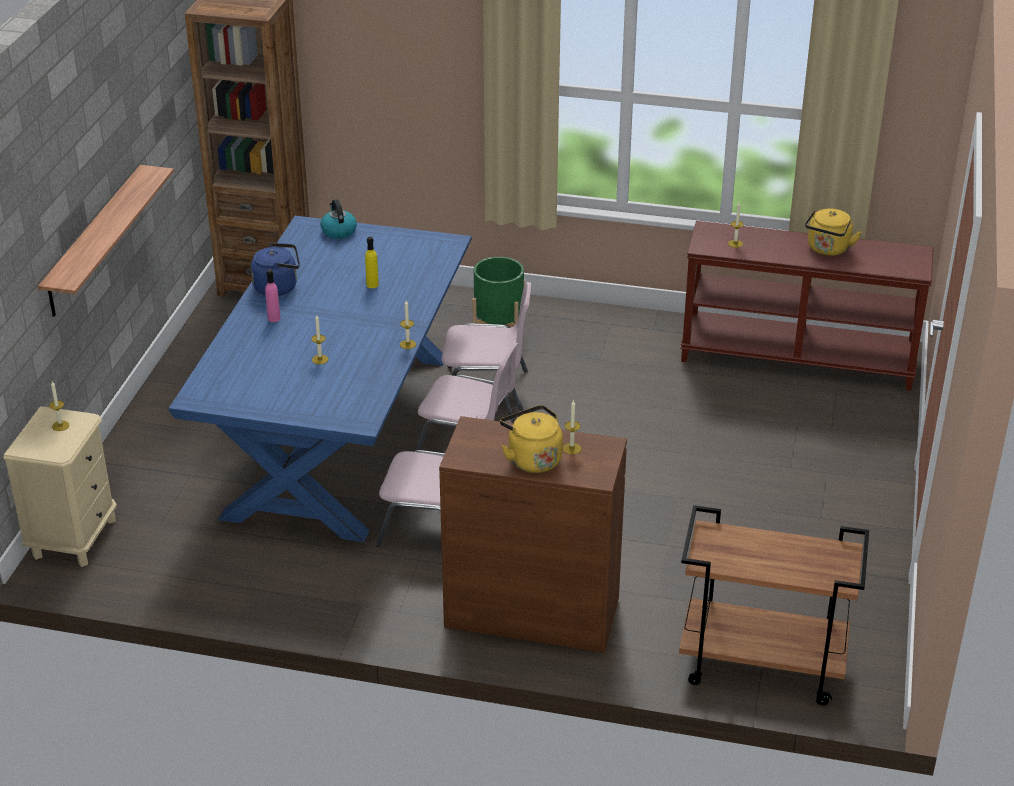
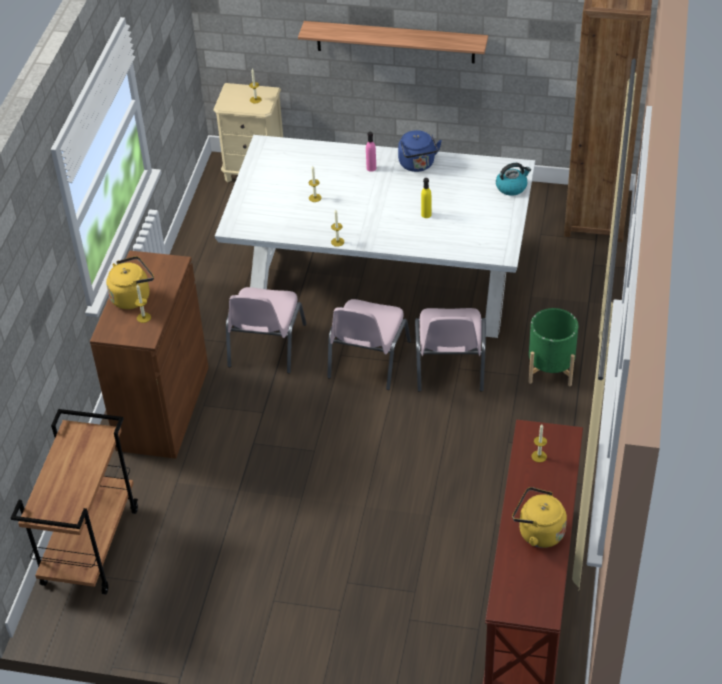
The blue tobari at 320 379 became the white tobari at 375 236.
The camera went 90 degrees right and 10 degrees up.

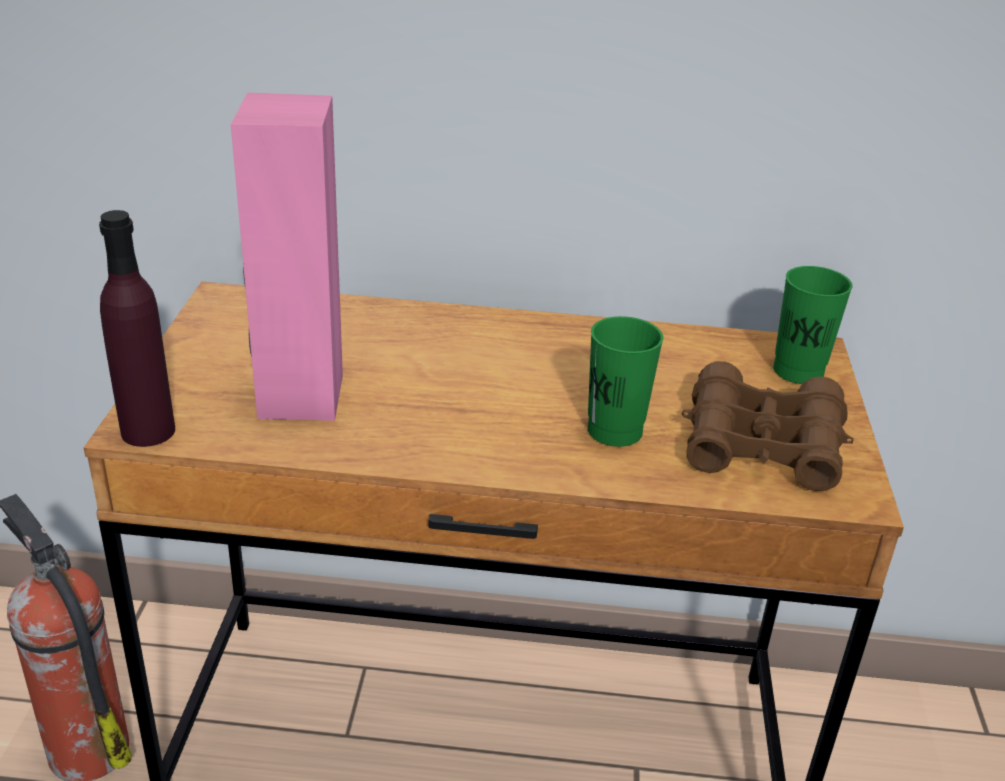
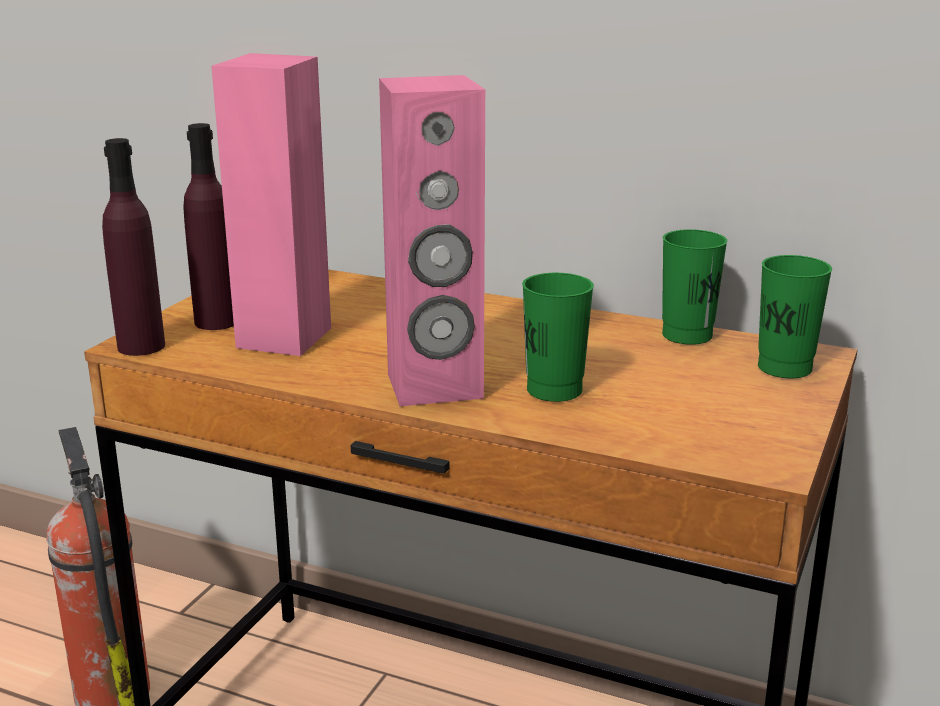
The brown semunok at 767 426 disappeared.
The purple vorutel at 208 226 appeared.
The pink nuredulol at 432 240 appeared.
The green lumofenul at 694 287 appeared.
The camera went 20 degrees right and 10 degrees down.

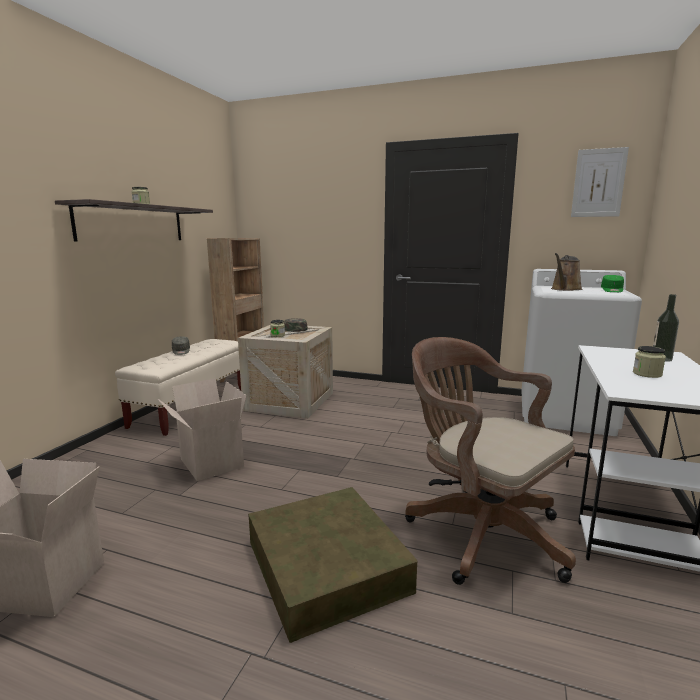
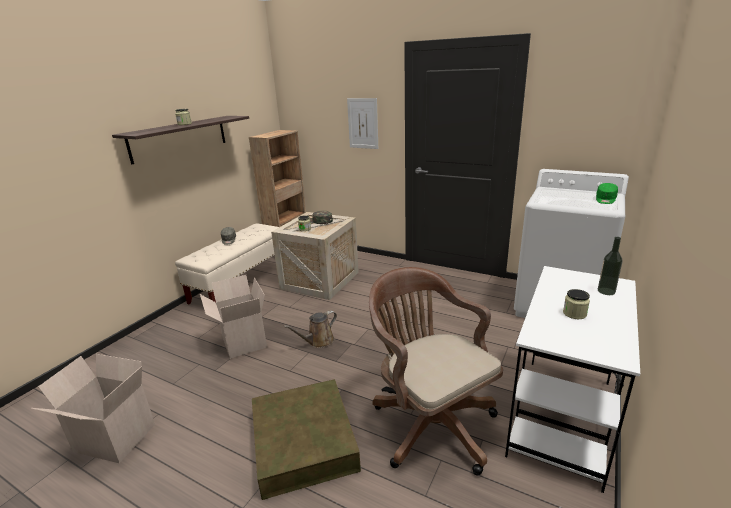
The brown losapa moved from 566 272 to 310 329.
The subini moved from 600 182 to 362 123.
The camera went 10 degrees right and 10 degrees up.

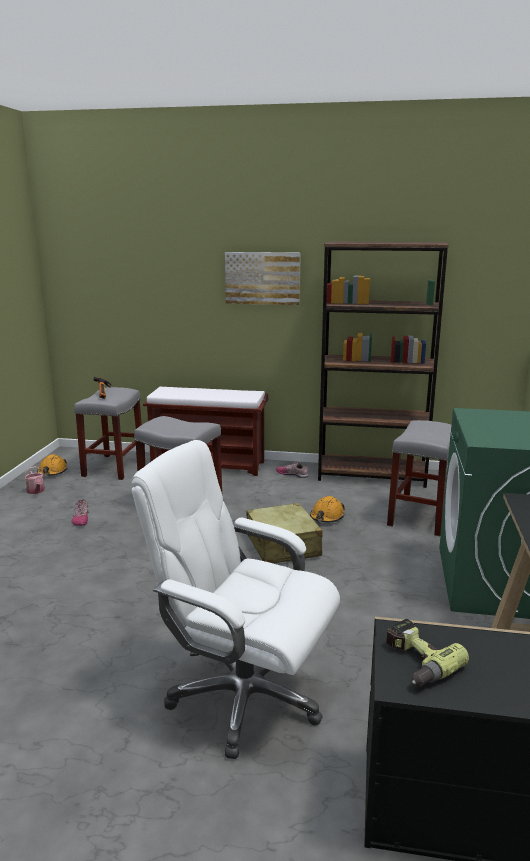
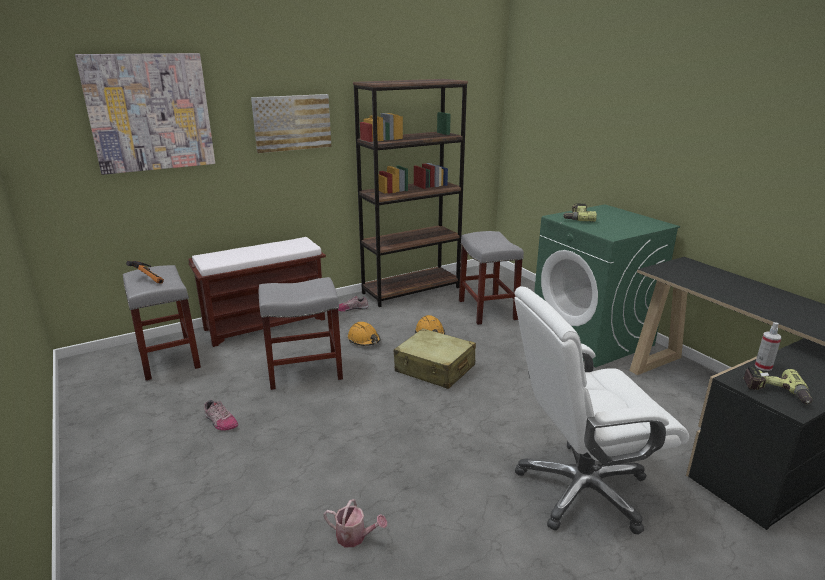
The subini at 145 114 appeared.
The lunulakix at 580 212 appeared.
The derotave at 768 346 appeared.
The losapa moved from 34 480 to 355 523.
The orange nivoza moved from 52 465 to 364 334.
The camera went 40 degrees left and 5 degrees up.

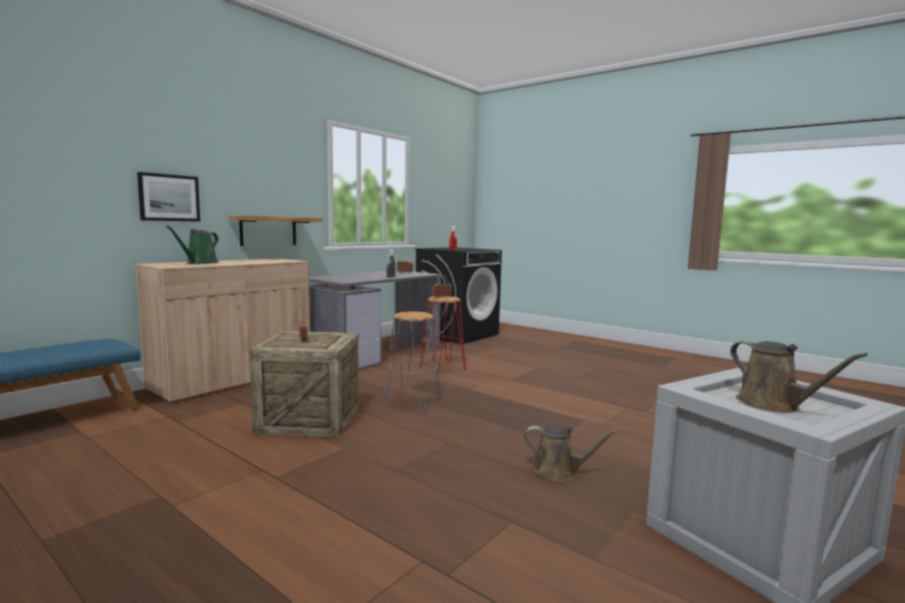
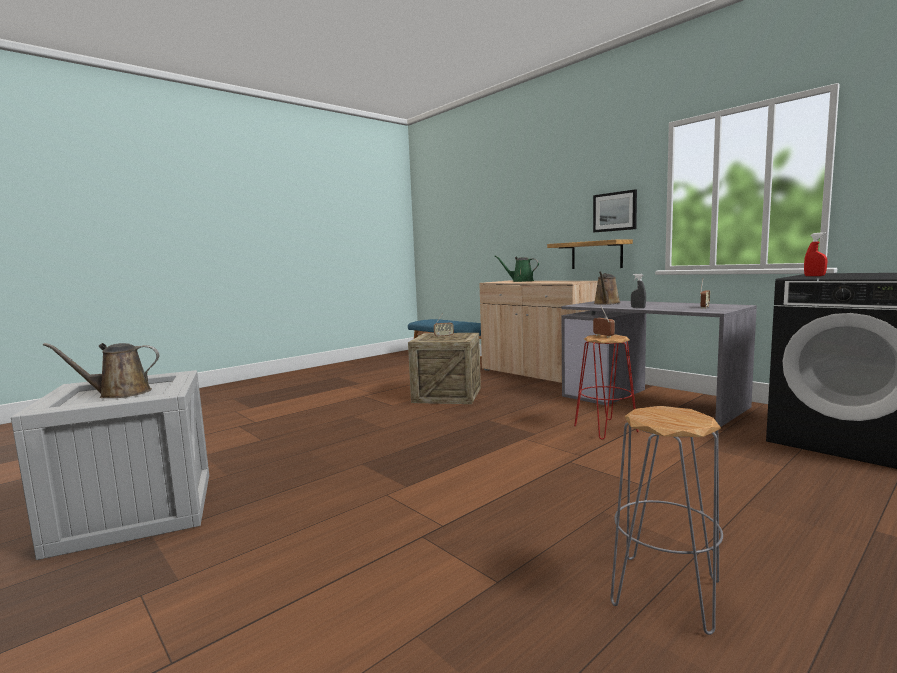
The subini moved from 168 197 to 615 210.
The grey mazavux moved from 412 361 to 666 520.
The brown losapa moved from 571 453 to 607 288.
The camera went 100 degrees right and 0 degrees up.

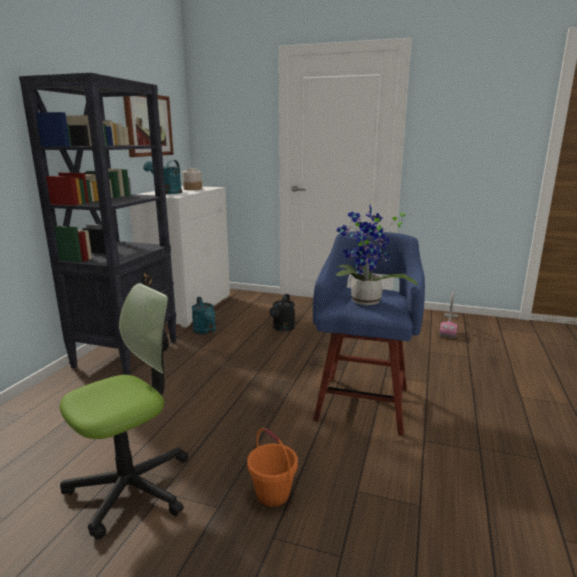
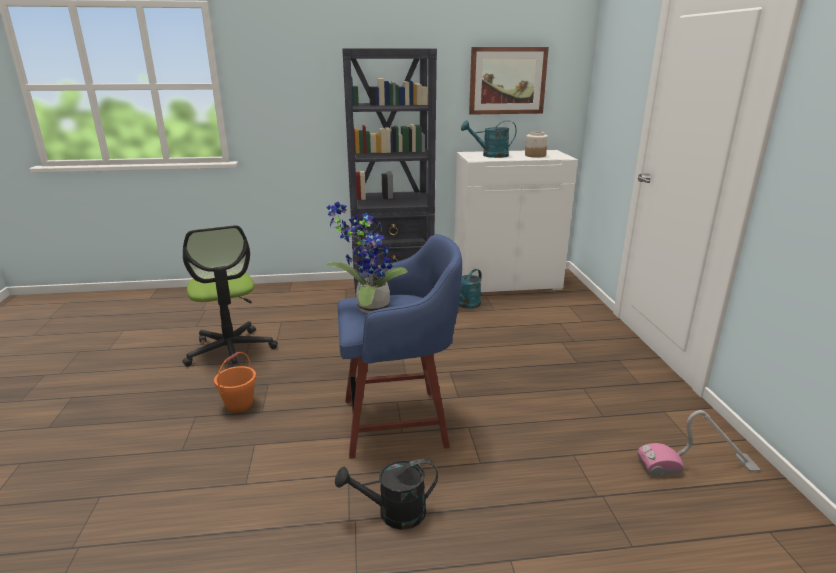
The black losapa moved from 282 312 to 386 494.
The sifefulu at 124 411 turned 45 degrees clockwise.
The camera went 65 degrees right and 5 degrees up.

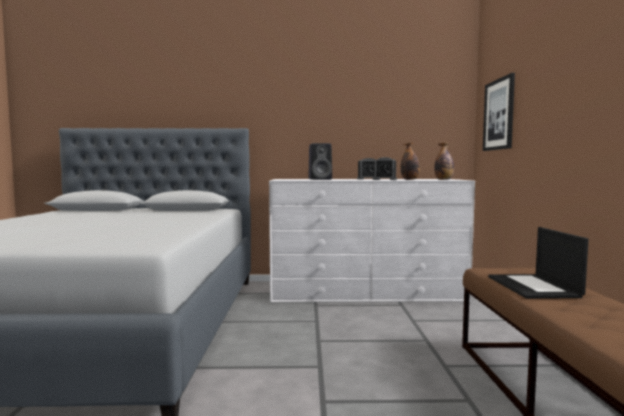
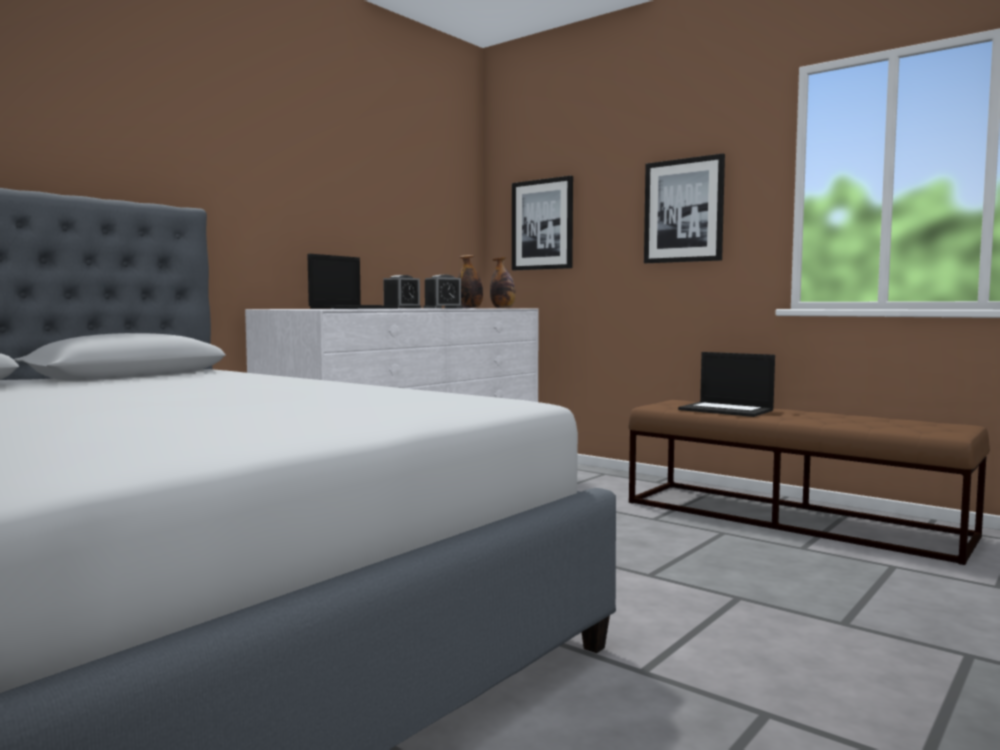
The subini at 684 208 appeared.
The black nuredulol at 320 161 was replaced by the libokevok at 352 281.
The camera went 50 degrees left and 0 degrees up.

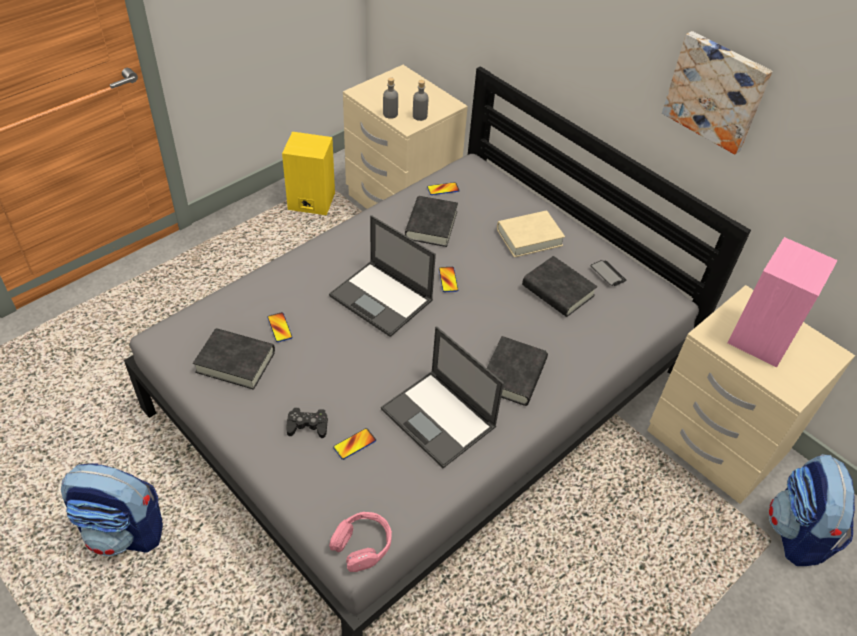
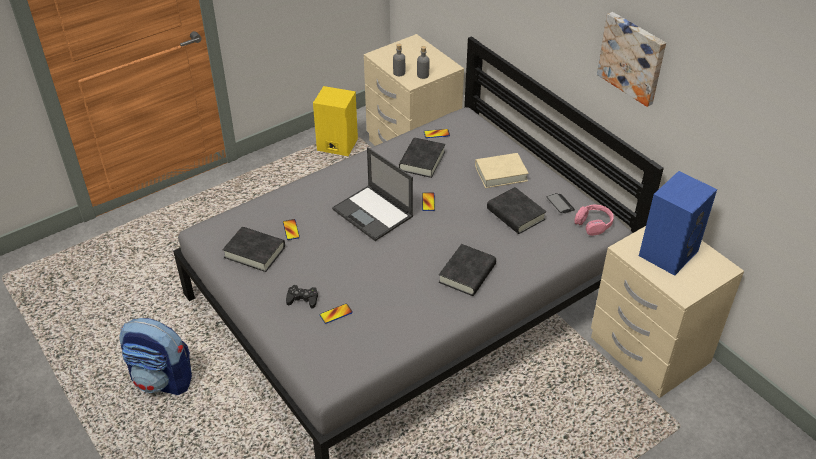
The libokevok at 442 397 disappeared.
The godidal at 812 510 disappeared.
The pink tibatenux moved from 360 542 to 594 220.
The pink nuredulol at 783 302 became the blue nuredulol at 678 223.
The camera went 10 degrees right and 5 degrees down.

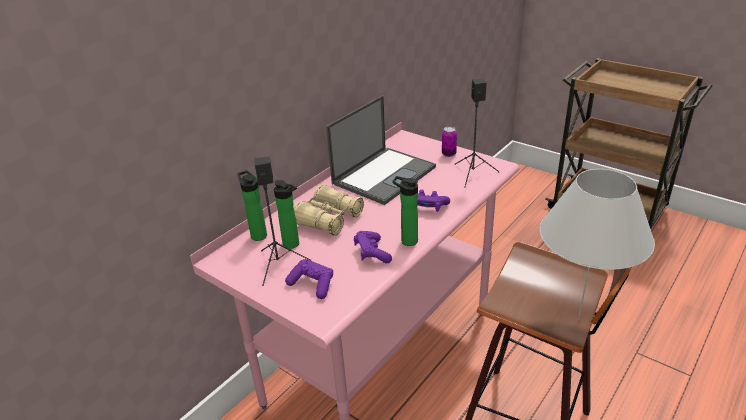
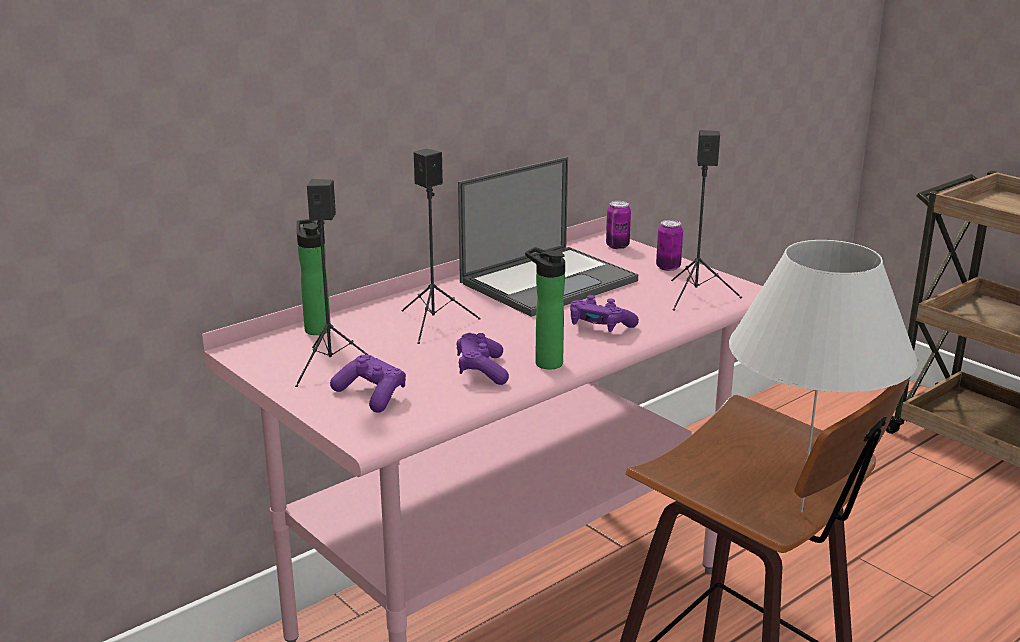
The vorutel at 286 214 disappeared.
The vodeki at 618 225 appeared.
The beige semunok at 328 210 was replaced by the black nuredulol at 441 246.
The camera went 10 degrees right and 10 degrees down.

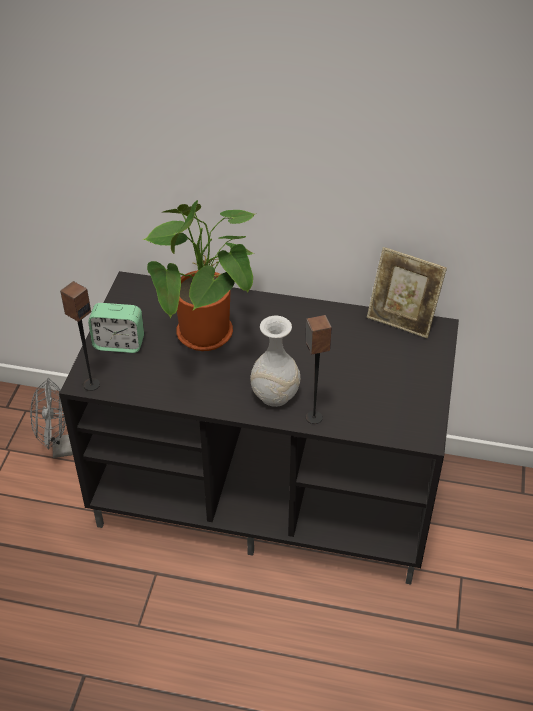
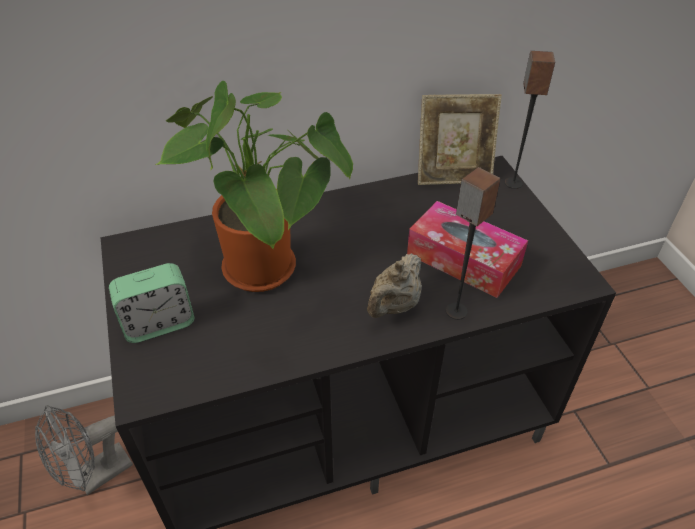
The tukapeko at 467 249 appeared.
The nuredulol moved from 80 336 to 530 120.
The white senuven at 275 361 was replaced by the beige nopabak at 394 285.
The camera went 30 degrees left and 0 degrees up.

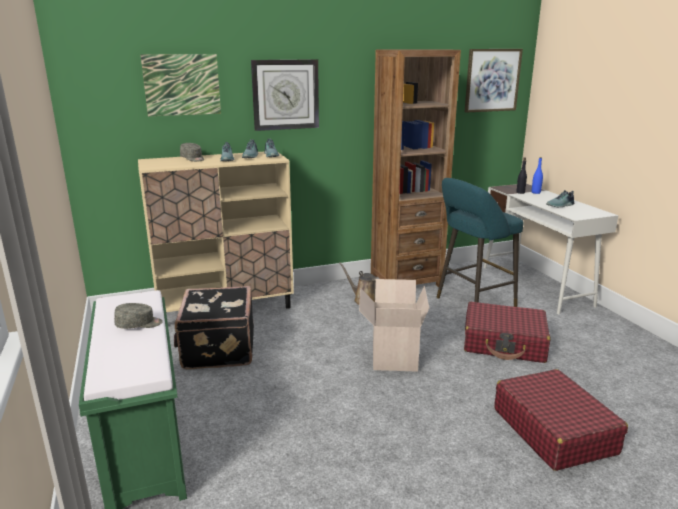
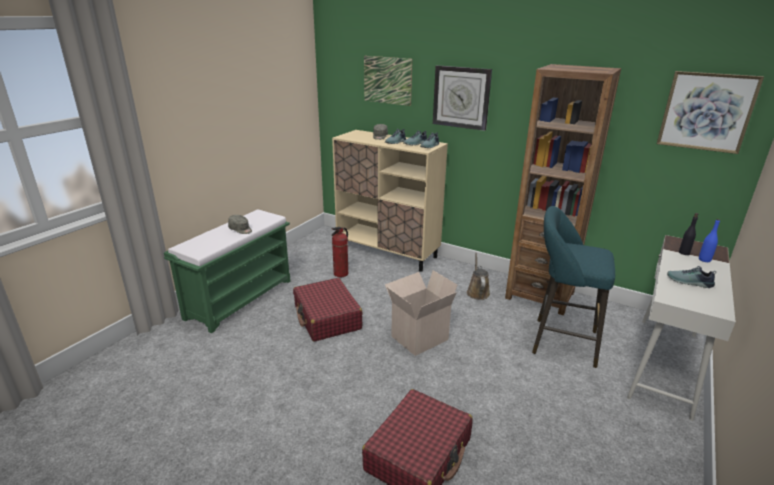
The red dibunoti moved from 507 332 to 328 310.
The black dibunoti at 214 327 was replaced by the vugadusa at 339 252.
The camera went 50 degrees right and 5 degrees up.

